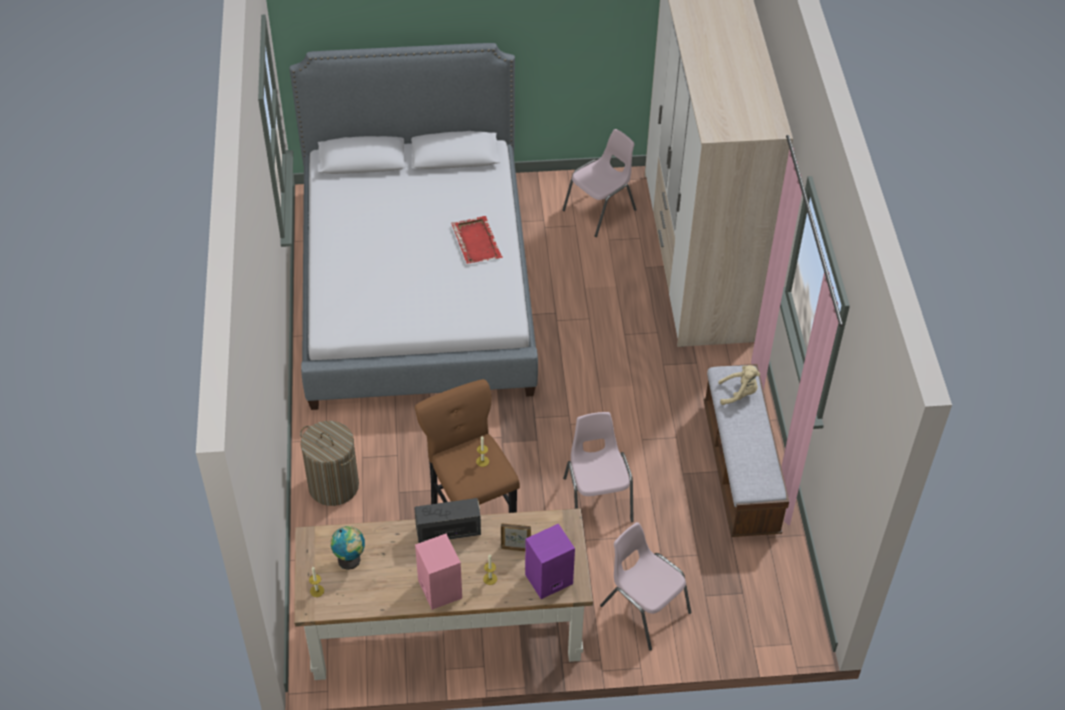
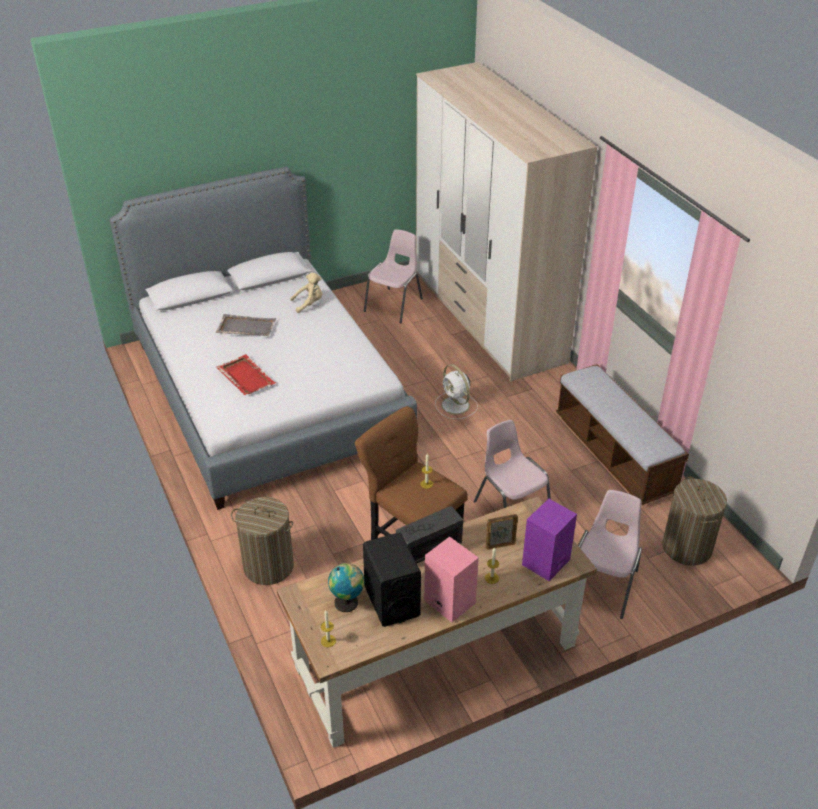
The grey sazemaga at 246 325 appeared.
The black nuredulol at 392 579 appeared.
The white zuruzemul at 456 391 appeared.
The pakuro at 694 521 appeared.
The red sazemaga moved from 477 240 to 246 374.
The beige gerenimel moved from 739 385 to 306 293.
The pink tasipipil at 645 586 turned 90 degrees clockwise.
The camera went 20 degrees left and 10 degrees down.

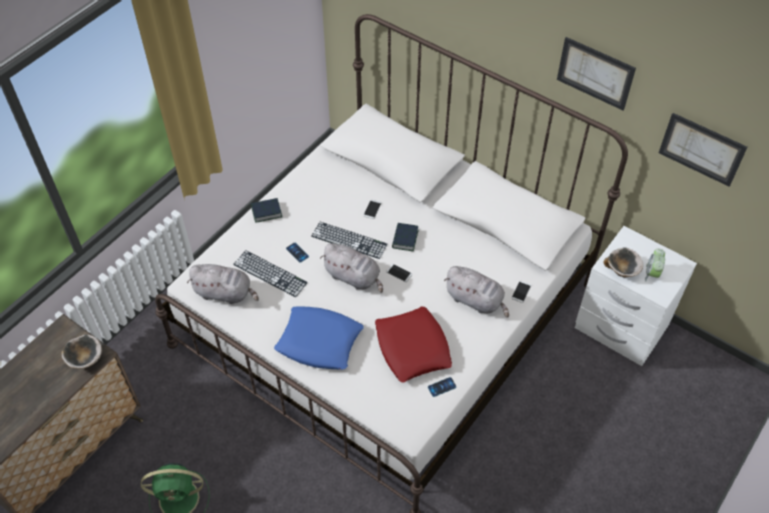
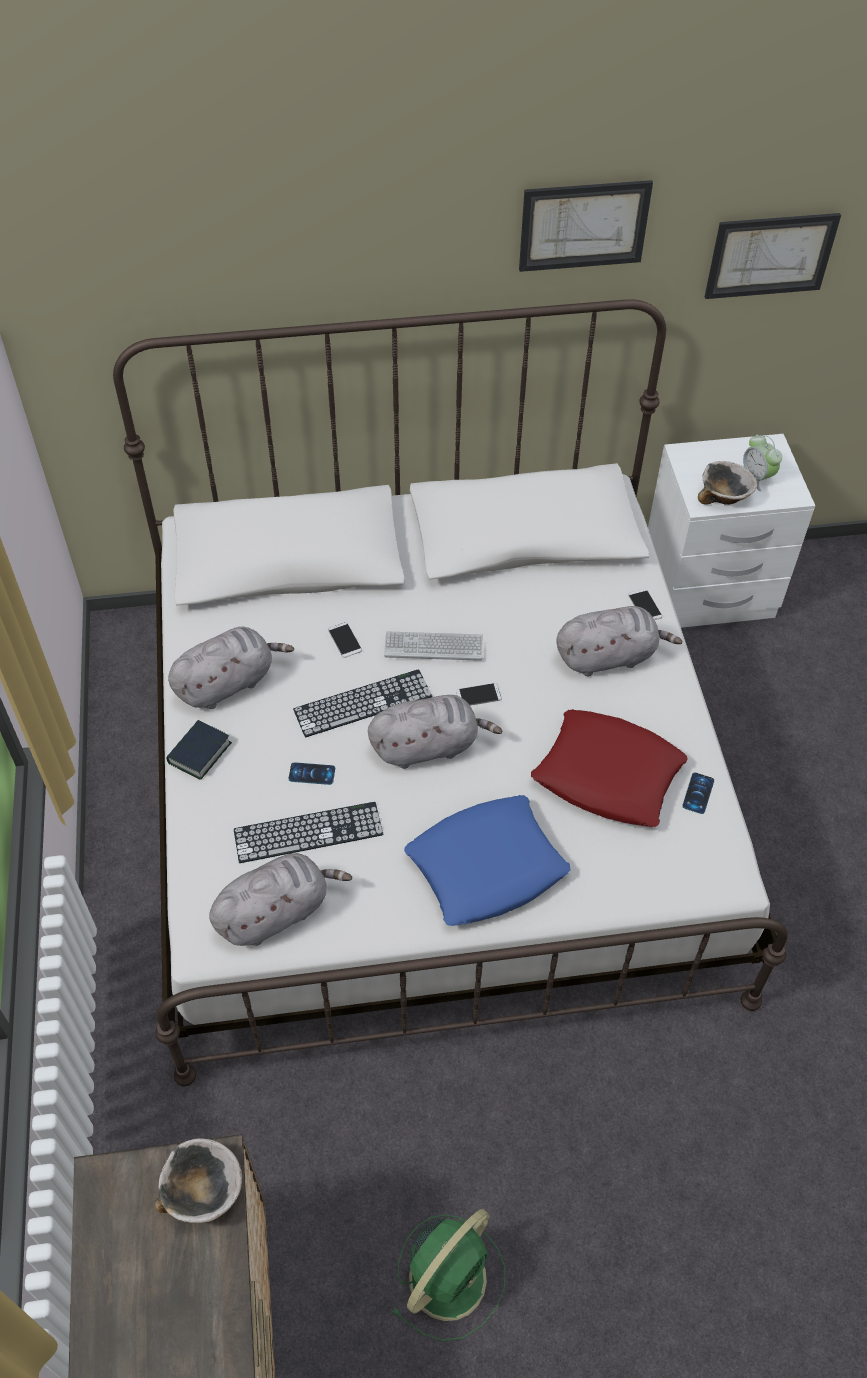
The grey gerenimel at 231 668 appeared.
The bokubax at 405 237 was replaced by the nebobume at 433 646.
The camera went 45 degrees left and 0 degrees up.

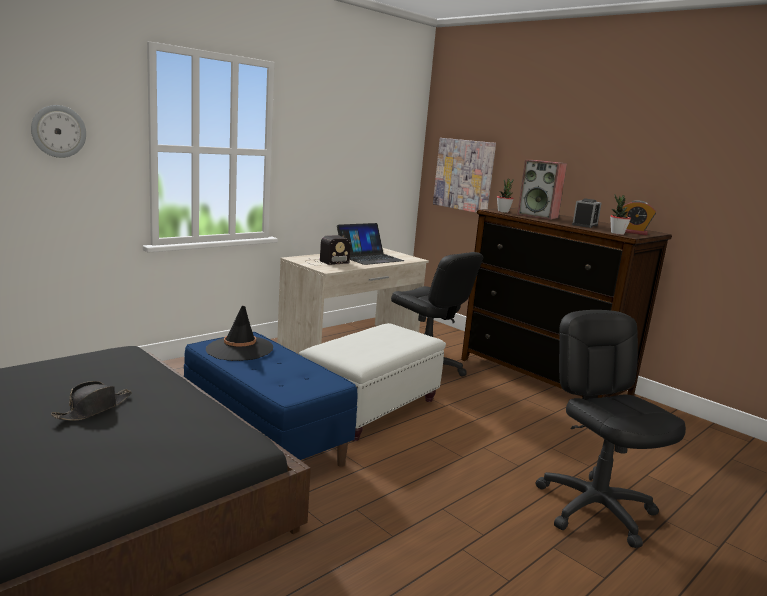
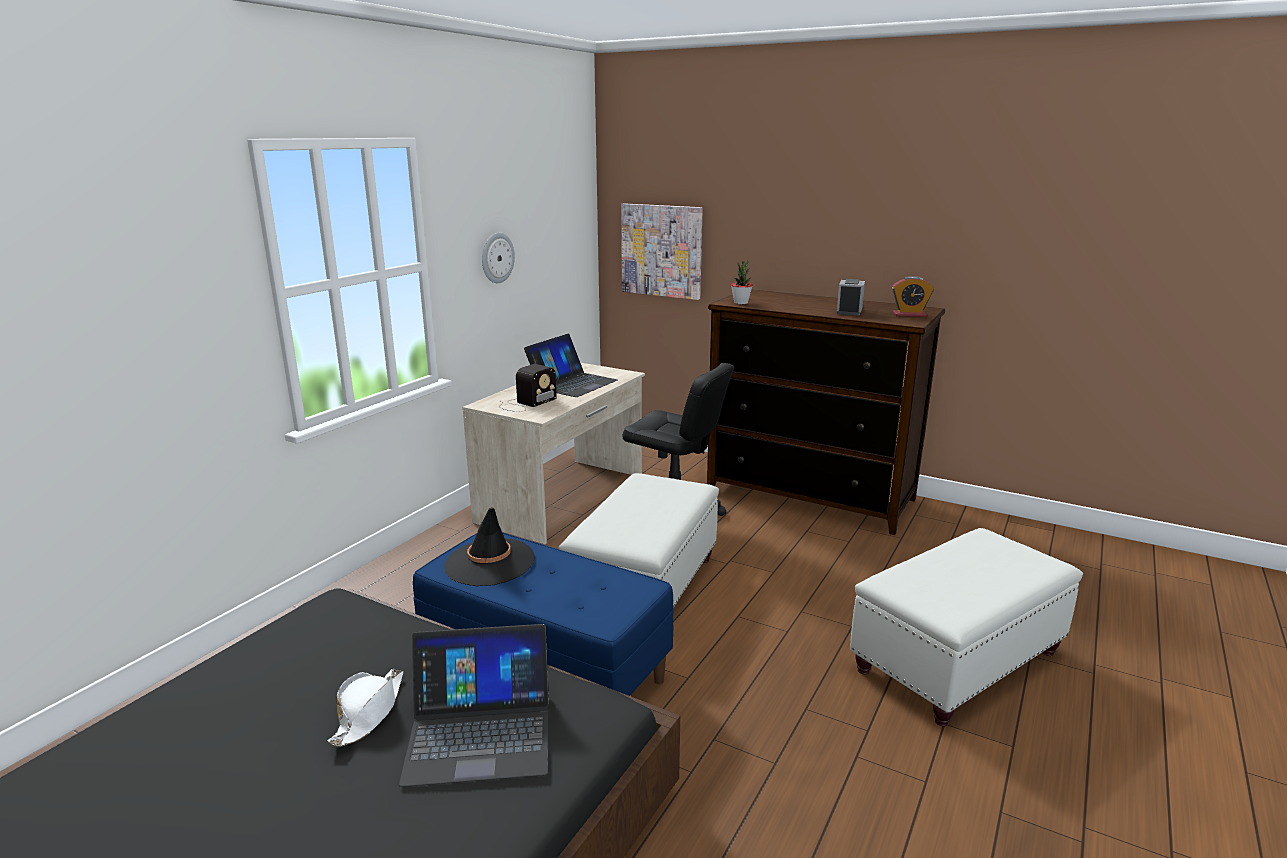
The nuredulol at 542 190 disappeared.
The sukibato at 620 215 disappeared.
The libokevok at 474 705 appeared.
The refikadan moved from 58 131 to 498 258.
The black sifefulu at 610 429 was replaced by the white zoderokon at 966 627.
The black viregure at 91 401 became the white viregure at 365 707.
The camera went 15 degrees left and 5 degrees up.

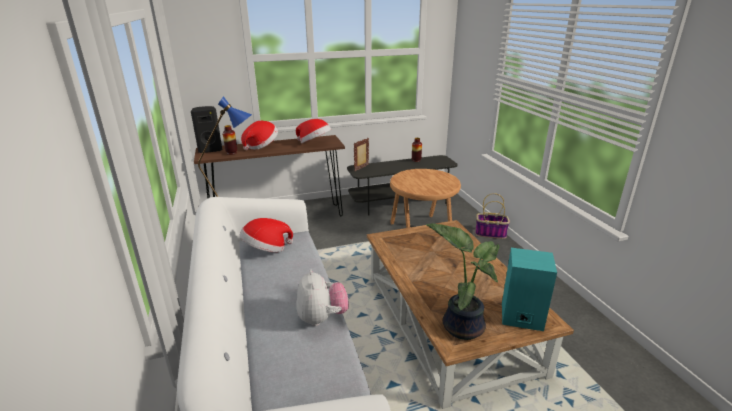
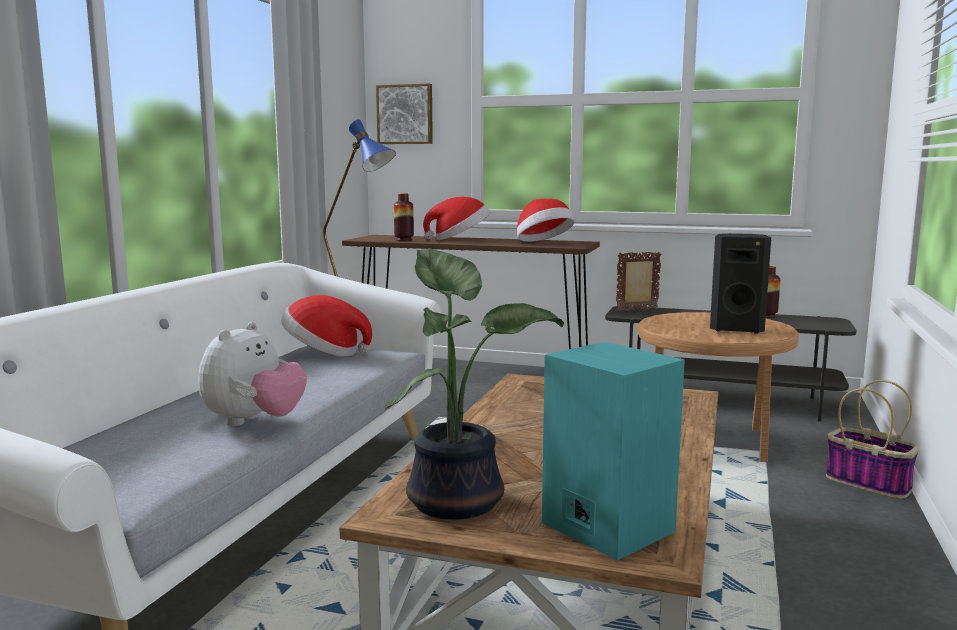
The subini at 404 114 appeared.
The black nuredulol moved from 206 129 to 740 283.
The camera went 35 degrees right and 15 degrees down.

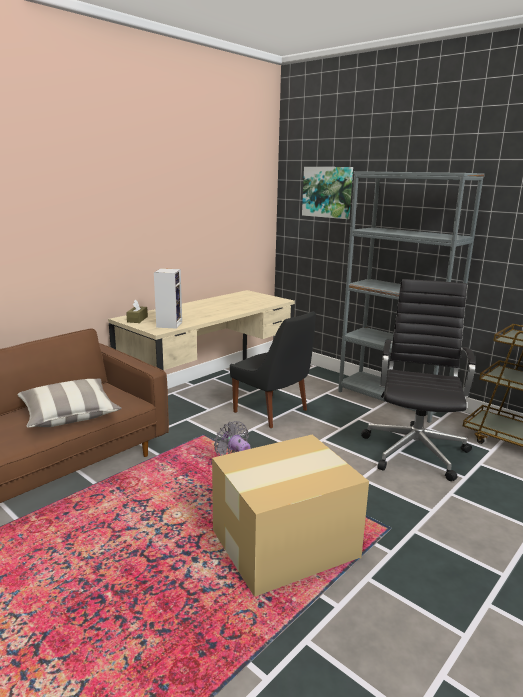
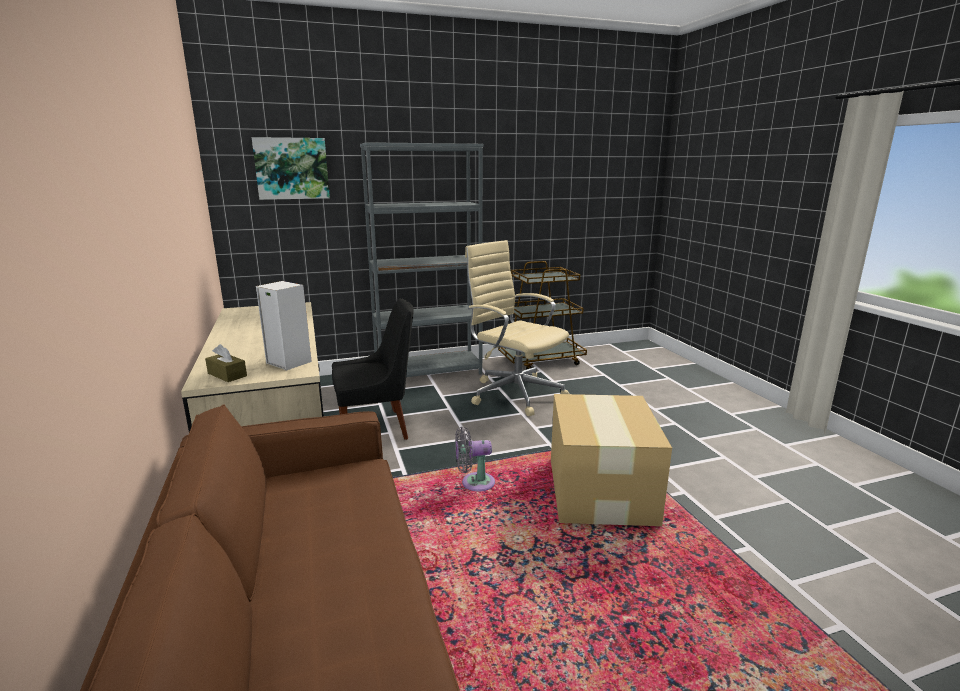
The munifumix at 69 403 disappeared.
The black sifefulu at 418 380 became the beige sifefulu at 517 328.
The camera went 60 degrees left and 0 degrees up.

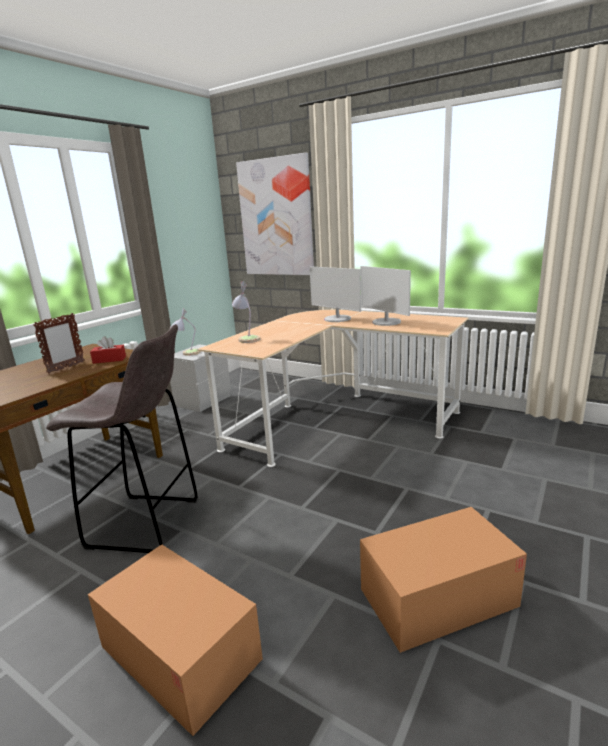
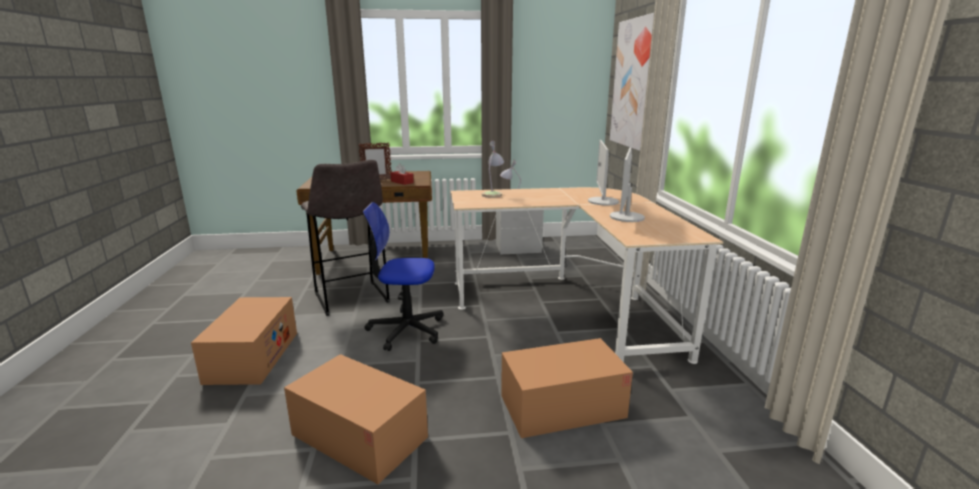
The sifefulu at 403 276 appeared.
The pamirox at 567 388 appeared.
The camera went 50 degrees right and 0 degrees up.

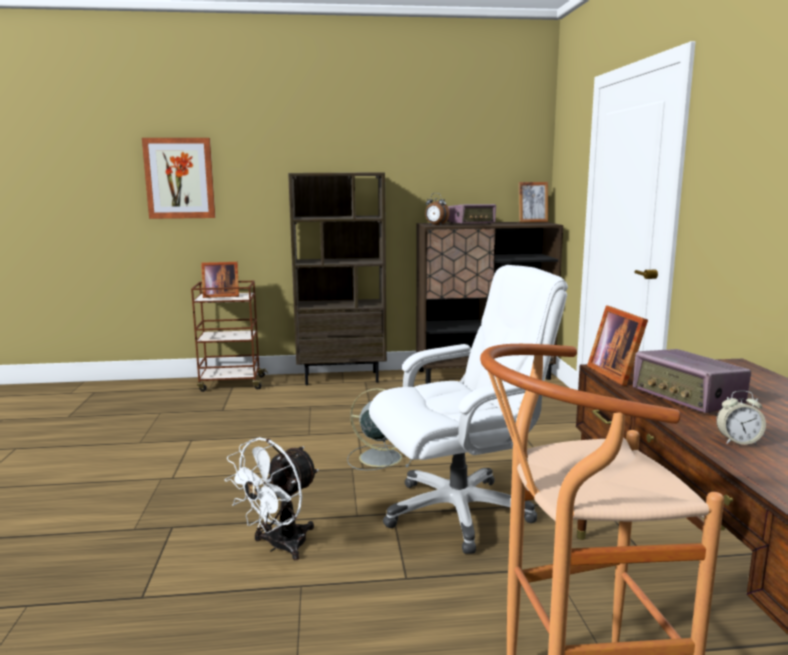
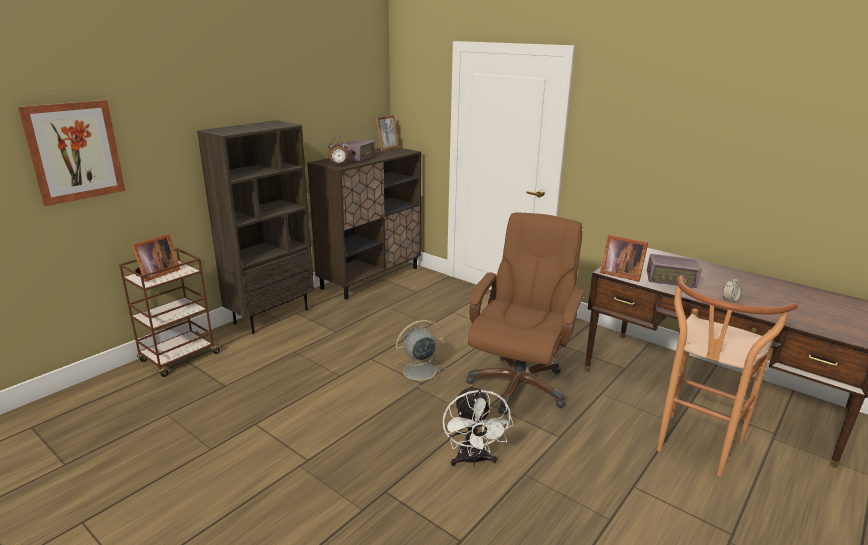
The white sifefulu at 468 409 became the brown sifefulu at 525 313.
The camera went 45 degrees left and 10 degrees up.

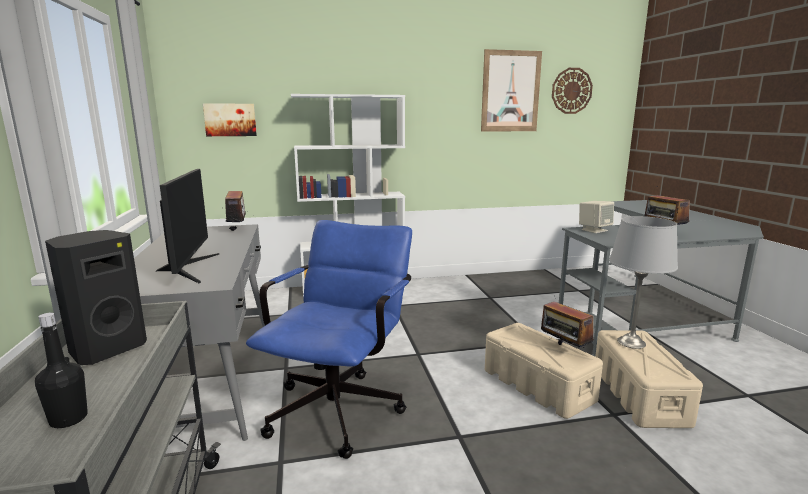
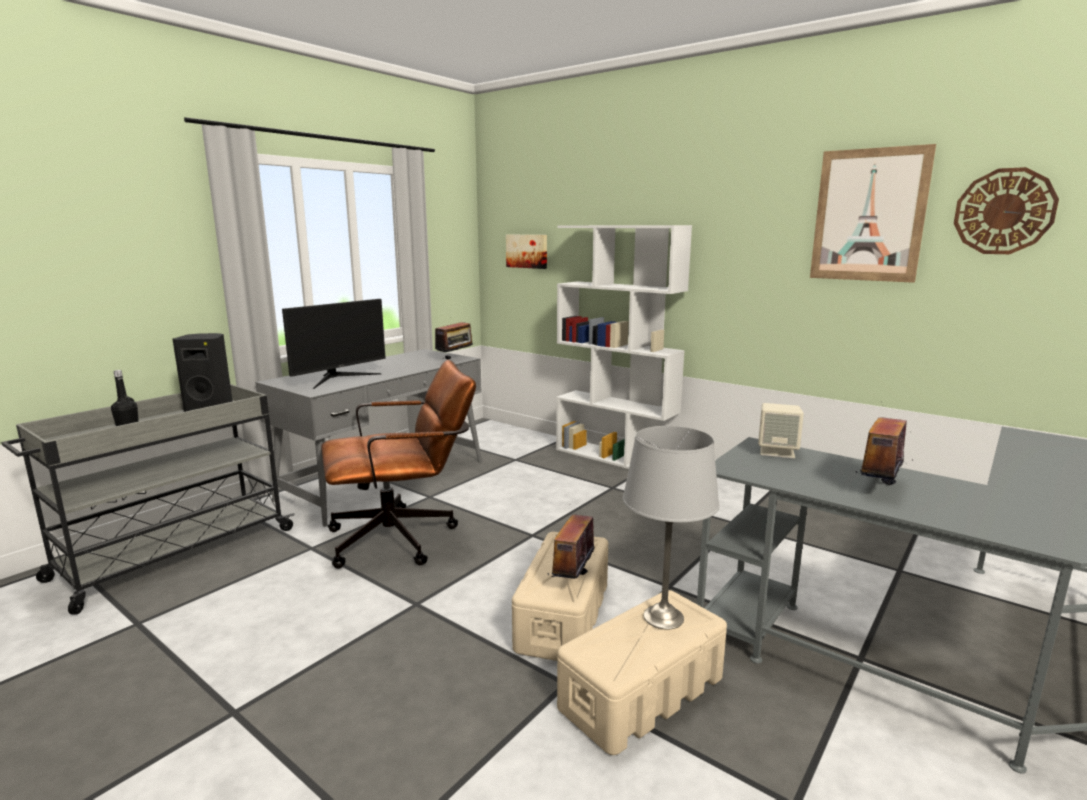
The blue sifefulu at 329 339 became the brown sifefulu at 398 464.
The camera went 50 degrees right and 0 degrees up.

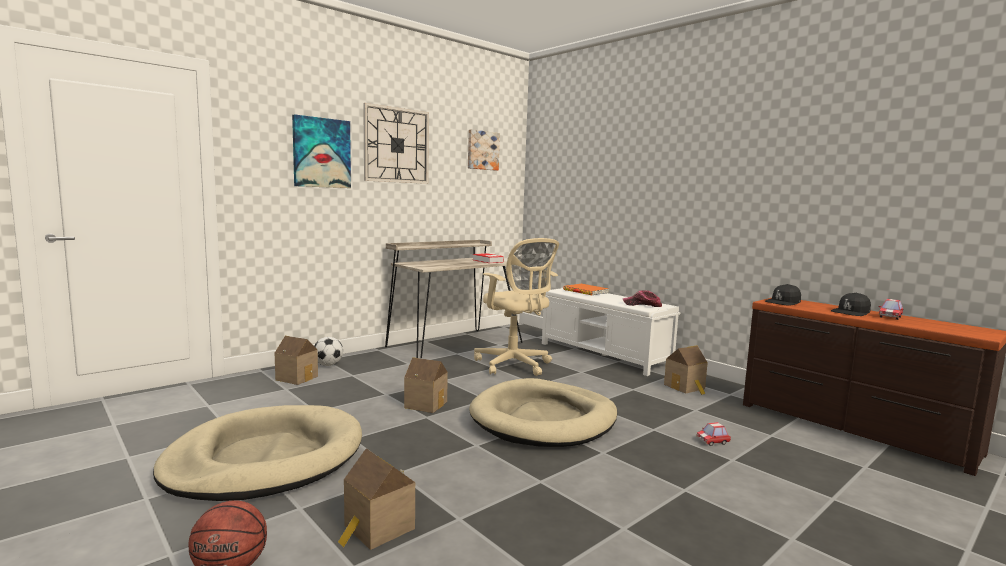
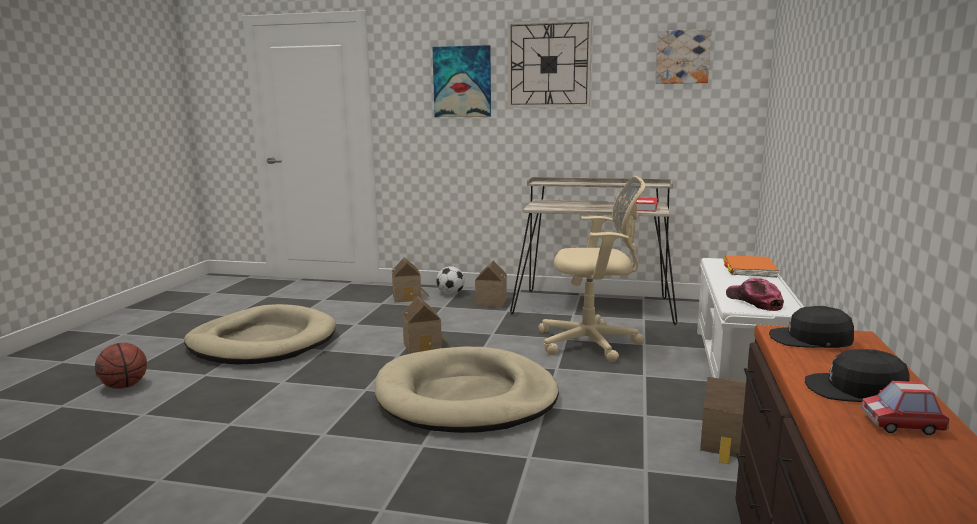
The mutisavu at 713 434 disappeared.
The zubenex moved from 376 499 to 488 284.
The beige sifefulu at 516 307 turned 105 degrees counterclockwise.
The camera went 55 degrees right and 5 degrees up.

